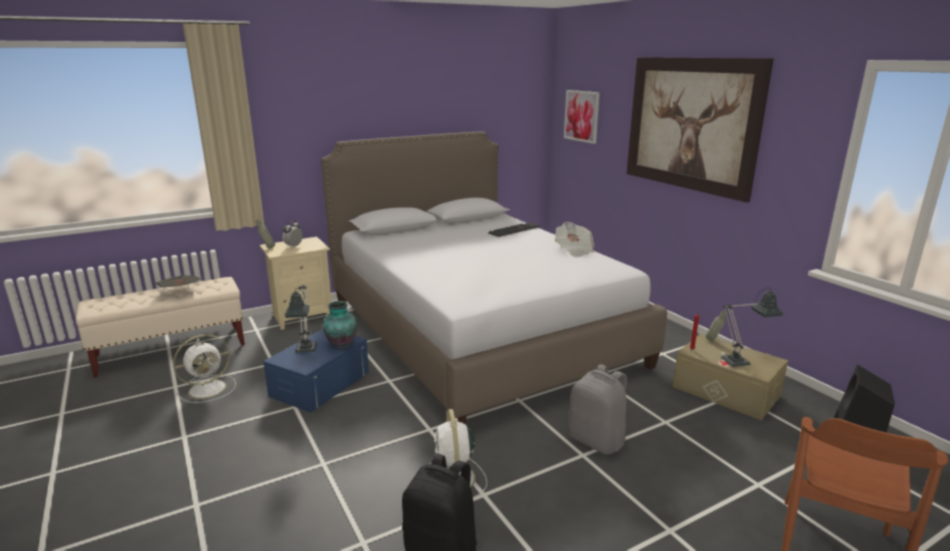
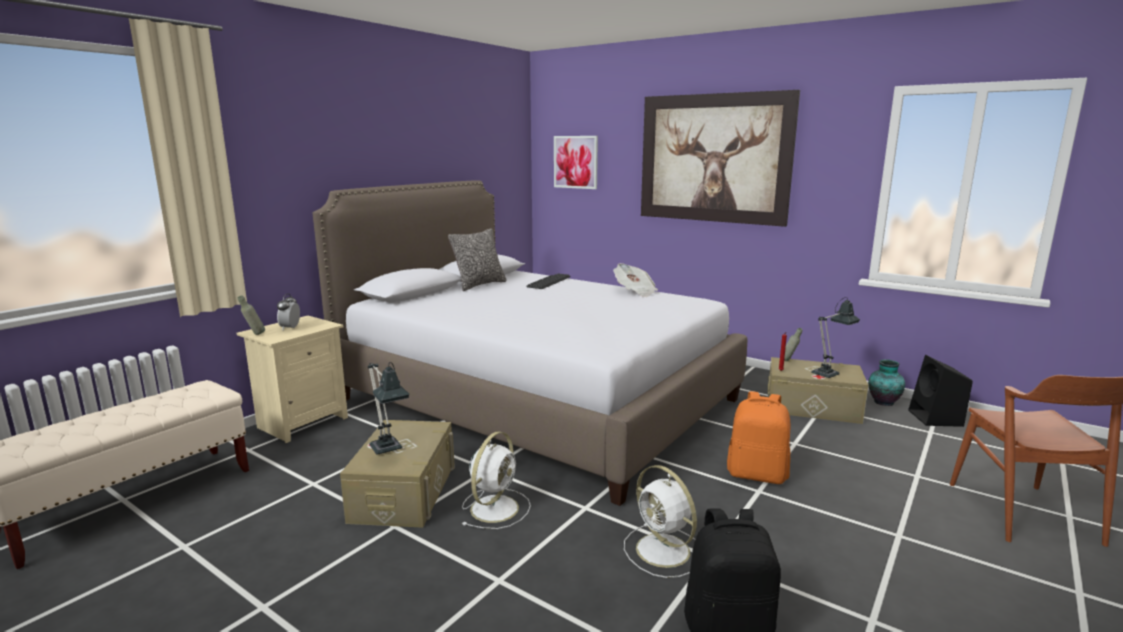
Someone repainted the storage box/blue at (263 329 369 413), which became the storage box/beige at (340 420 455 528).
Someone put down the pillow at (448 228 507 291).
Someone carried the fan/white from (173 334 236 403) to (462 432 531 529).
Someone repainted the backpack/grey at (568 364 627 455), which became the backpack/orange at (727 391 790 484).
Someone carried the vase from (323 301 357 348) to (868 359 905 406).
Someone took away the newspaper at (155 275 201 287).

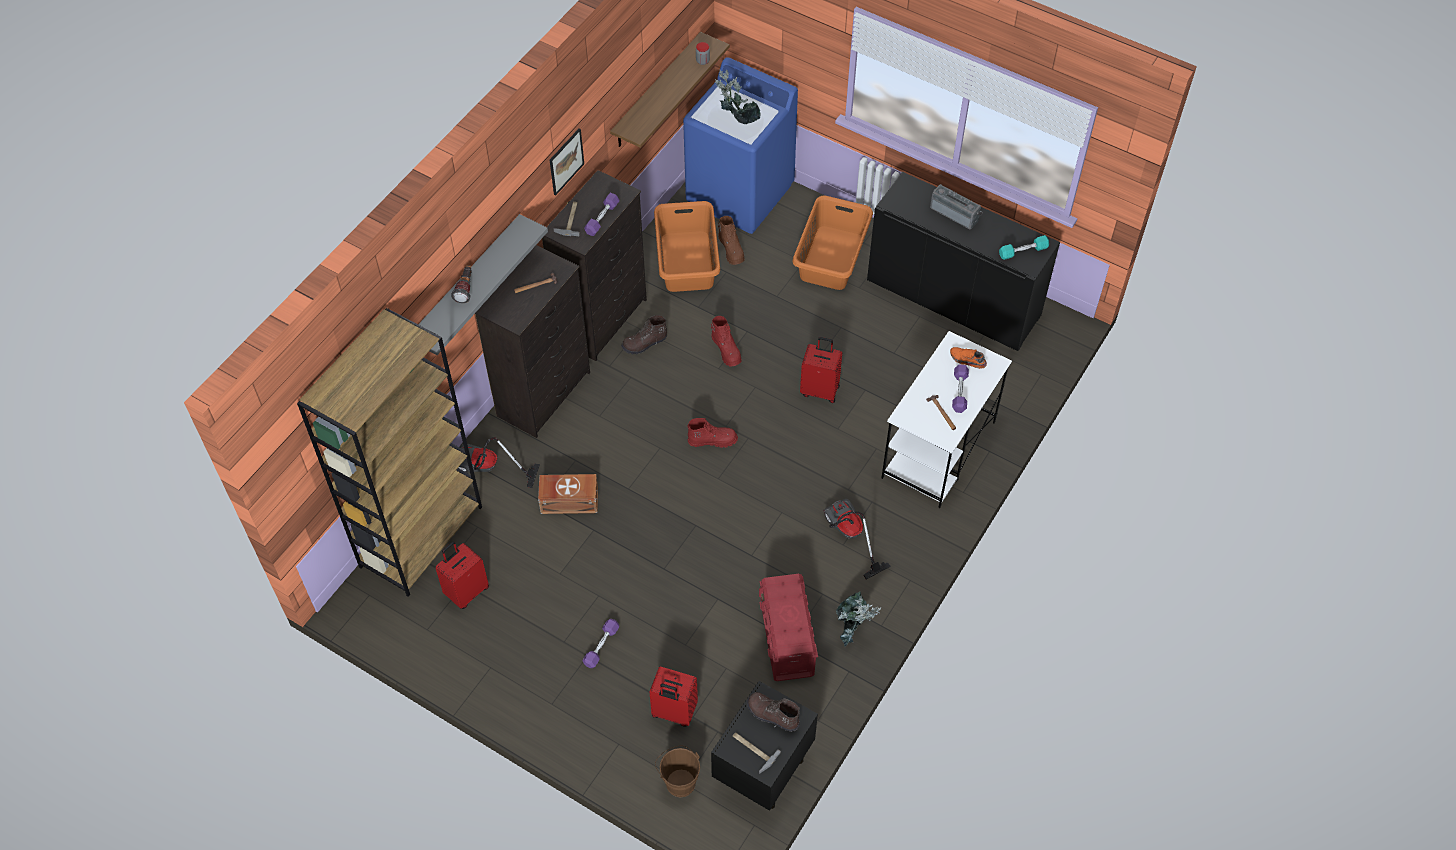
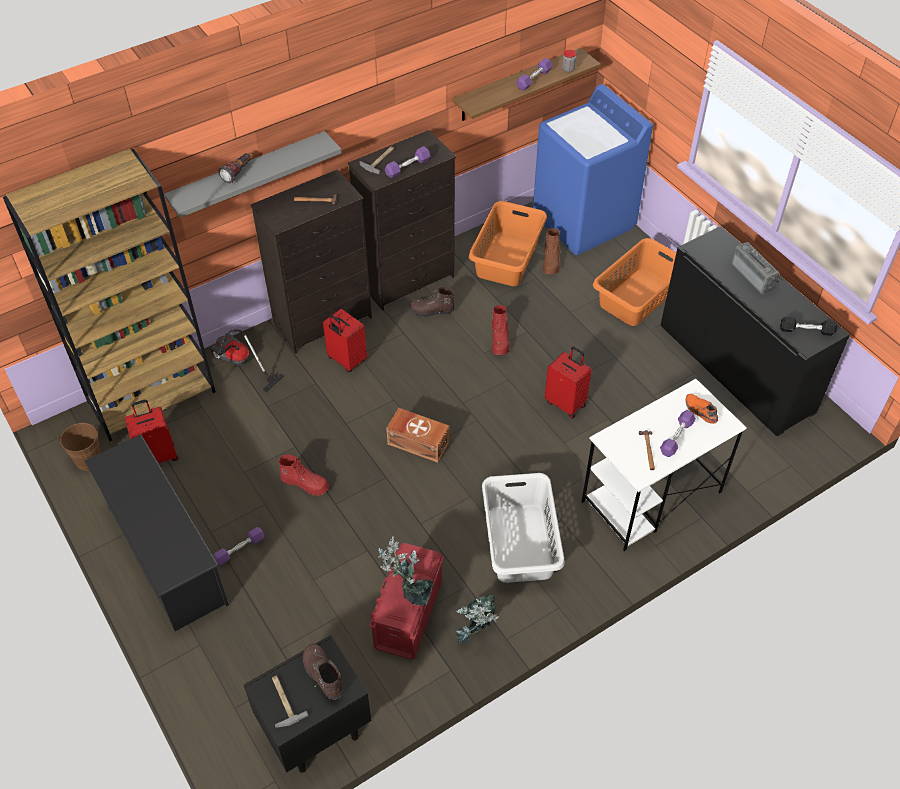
Someone carried the bucket/brown from (655 746 700 797) to (58 423 101 470).
Someone put down the shoe rack/black at (85 434 229 631).
Someone carried the boot/red from (687 418 738 448) to (278 454 329 496).
Someone carried the suitcase/red from (649 667 698 727) to (323 309 367 372).
Someone carried the potted plant from (715 70 761 124) to (379 536 433 606).
Someone carried the storage box/brown from (538 474 598 514) to (386 408 449 463).
Someone swapped the vacuum cleaner at (823 498 891 579) for the laundry basket/grey at (482 473 565 583).
Someone put down the dumbbell/purple at (516 58 553 91).
Someone repainted the dumbbell/turquoise at (999 235 1049 260), which became the dumbbell/black at (780 317 837 336).
Someone took away the picture at (550 128 584 195).

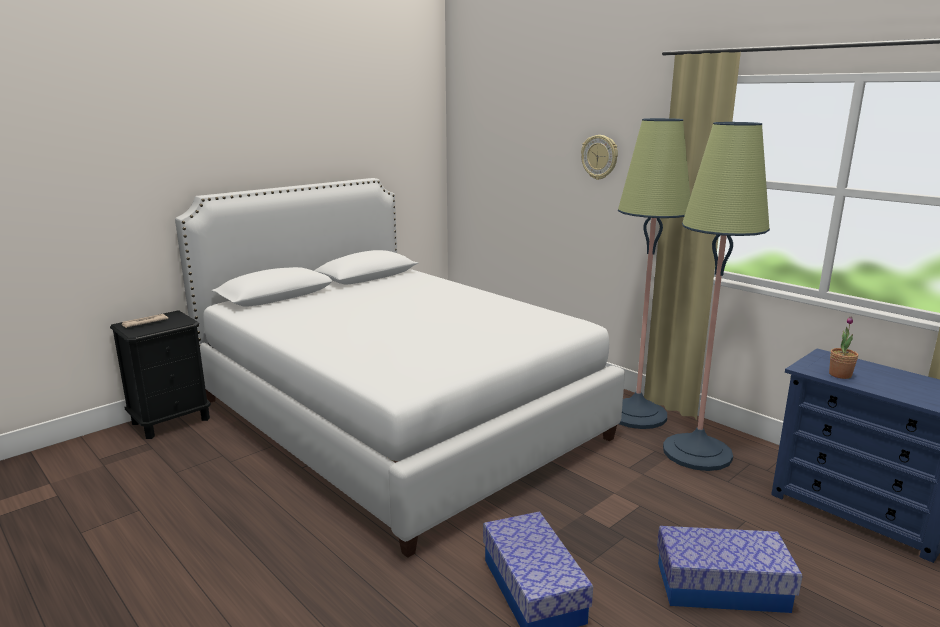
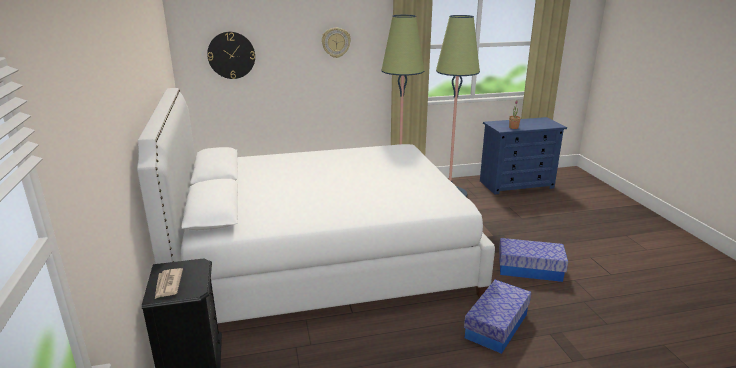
Someone put up the wall clock at (207 32 255 79).
Someone carried the storage box from (657 526 803 613) to (464 280 531 354).

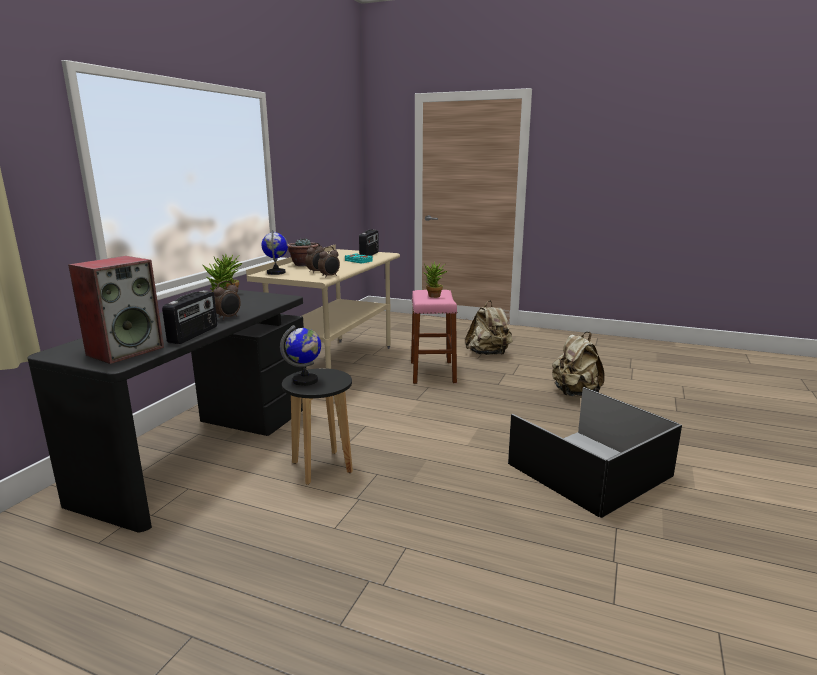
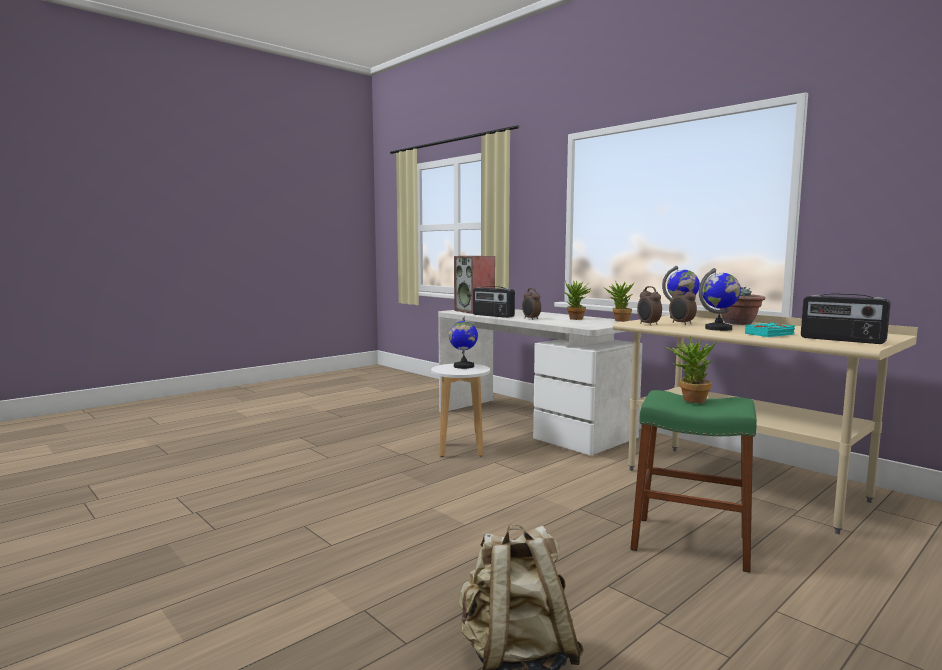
Someone repainted the stool/black at (282 368 353 485), which became the stool/white at (431 364 490 457).
Someone repainted the desk/black at (27 290 306 532), which became the desk/white at (438 309 643 455).
Someone repainted the stool/pink at (411 290 457 384), which became the stool/green at (631 390 757 573).
Someone put down the globe at (699 268 741 331).
Someone took away the backpack/beige at (465 300 513 355).
Someone took away the storage box/black at (508 387 682 518).

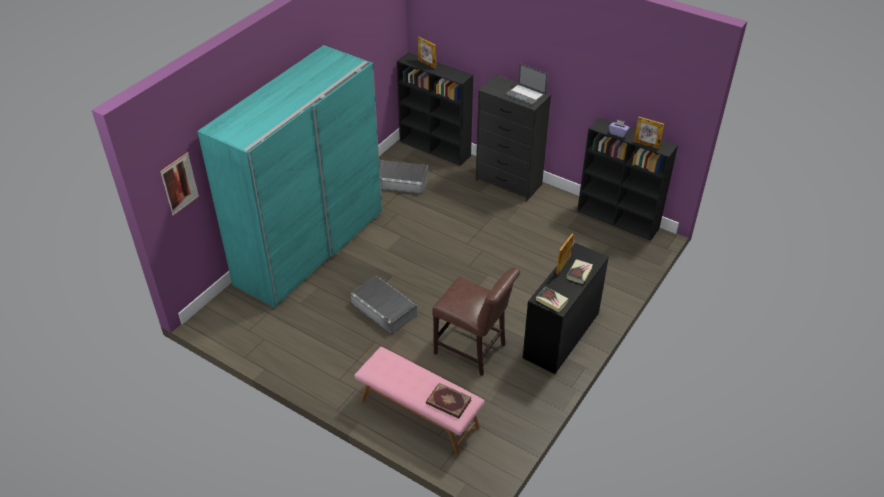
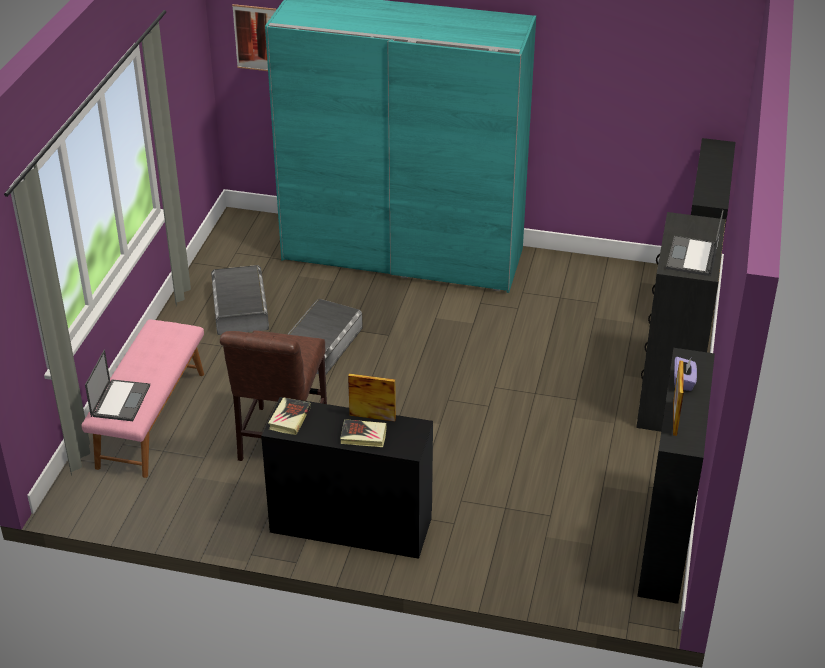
Someone swapped the book at (426 383 472 419) for the laptop at (85 350 150 421).
Someone carried the storage box/grey from (379 160 429 194) to (211 265 269 335).
Someone took away the picture frame at (418 37 436 69).

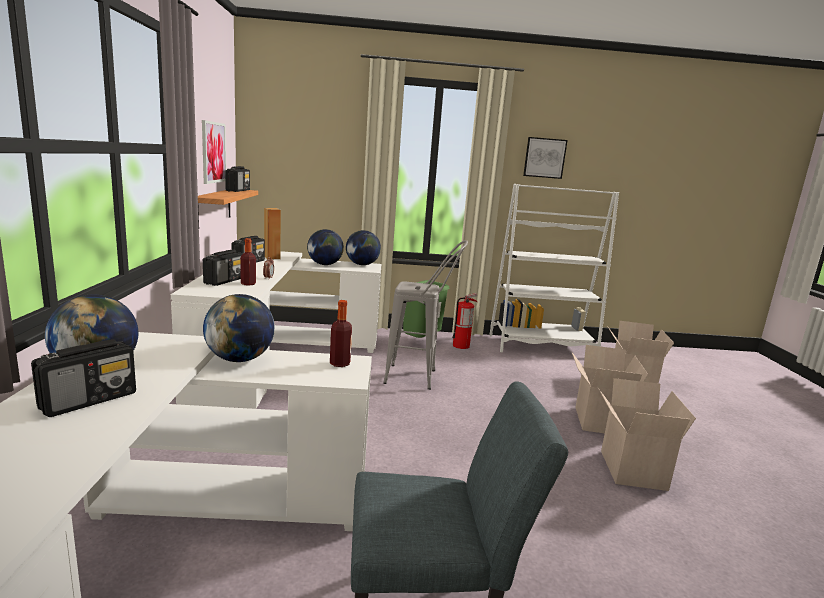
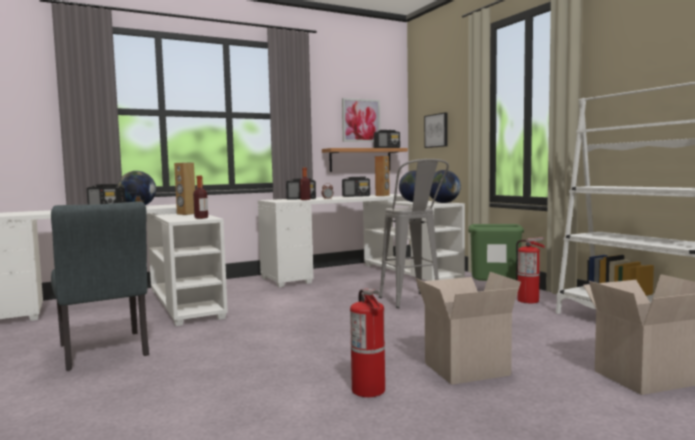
Someone swapped the globe at (203 294 275 362) for the speaker/brown at (174 163 195 215).
Someone swapped the cardboard box at (597 378 696 491) for the fire extinguisher at (350 289 385 397).
Someone carried the picture from (523 137 568 179) to (424 112 447 148).

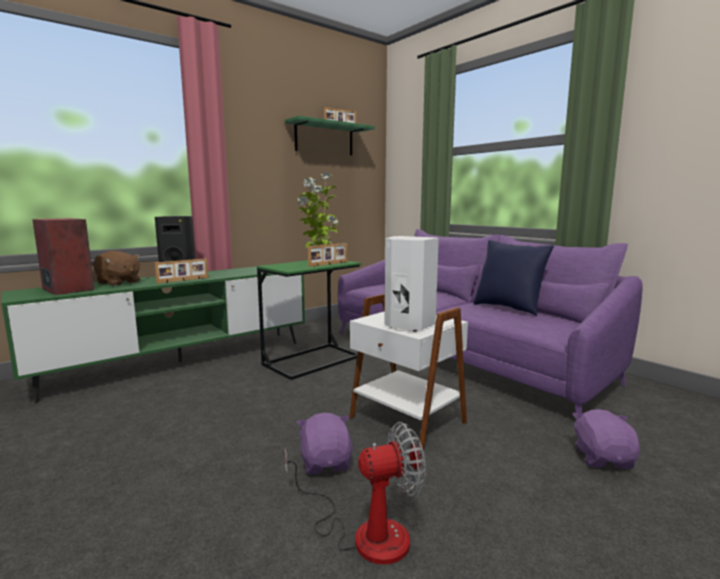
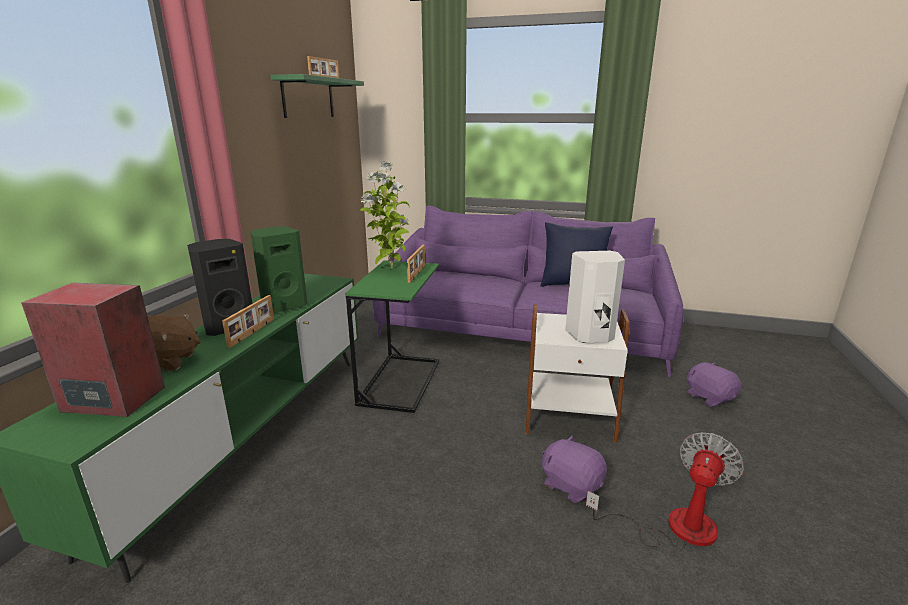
Someone put down the speaker/green at (250 227 307 313).

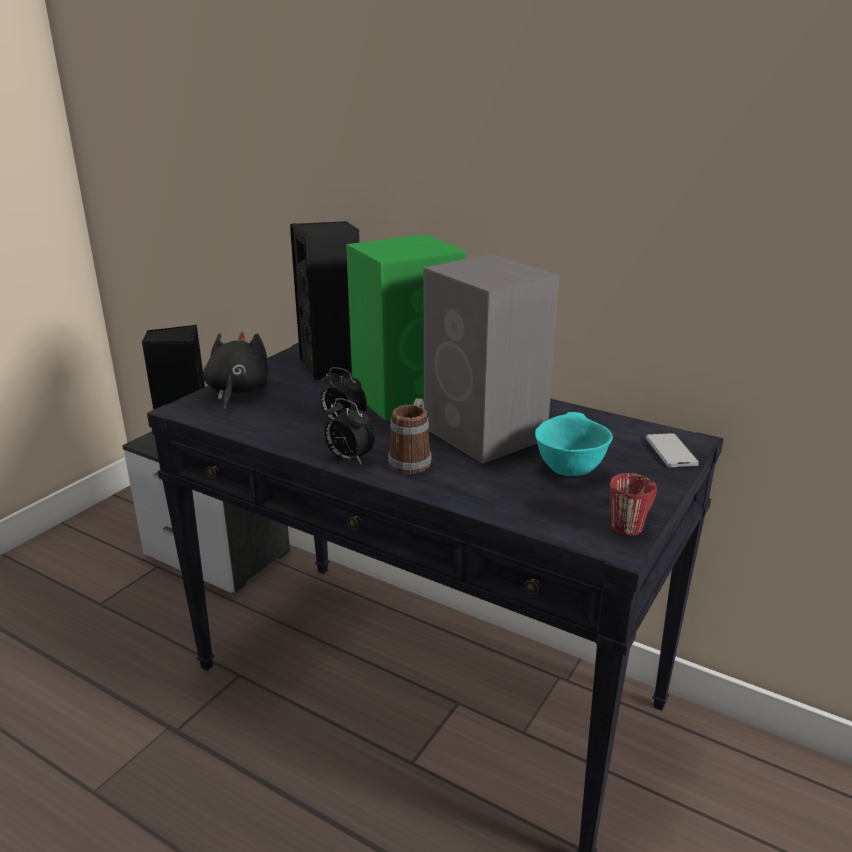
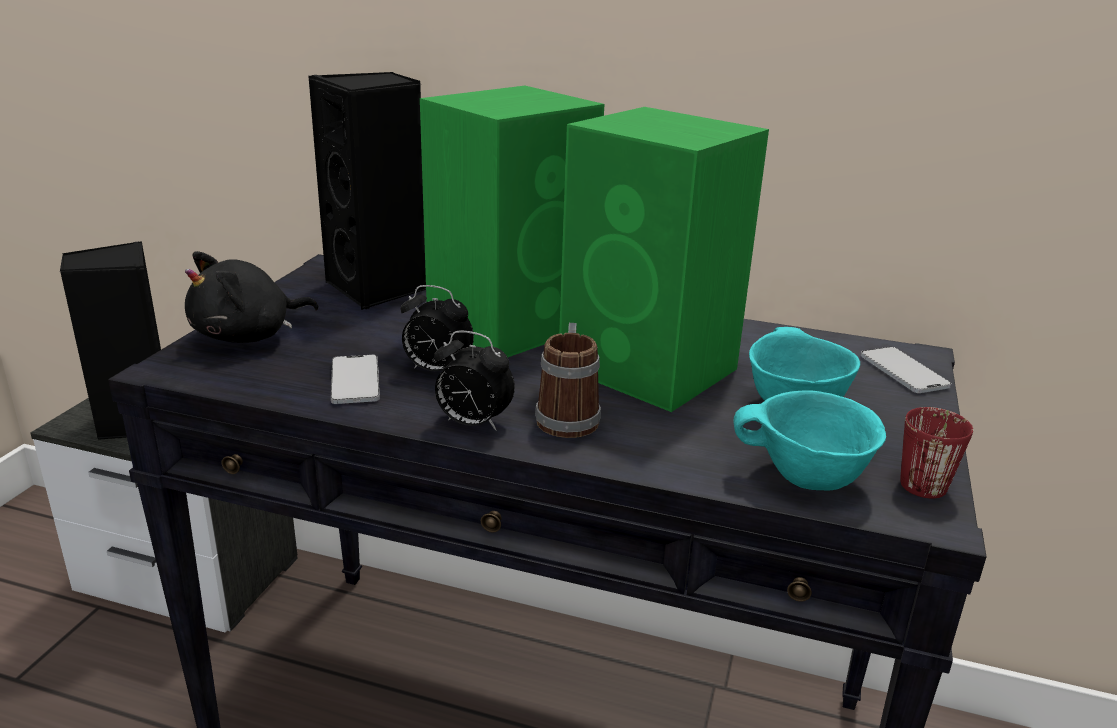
Someone rotated the plush toy/black at (203 332 269 409) by 120 degrees counterclockwise.
Someone put down the phone at (331 355 380 404).
Someone repainted the speaker/grey at (424 254 560 464), which became the speaker/green at (559 107 769 412).
Someone put down the bowl/turquoise at (734 390 886 491).

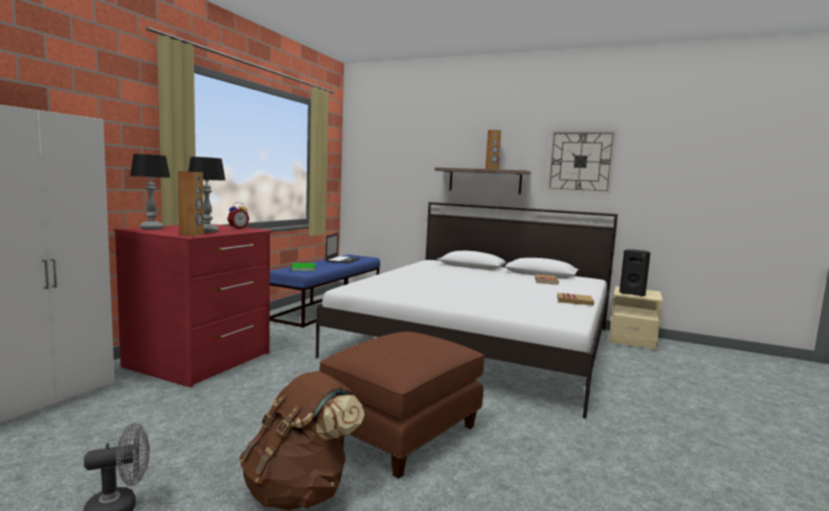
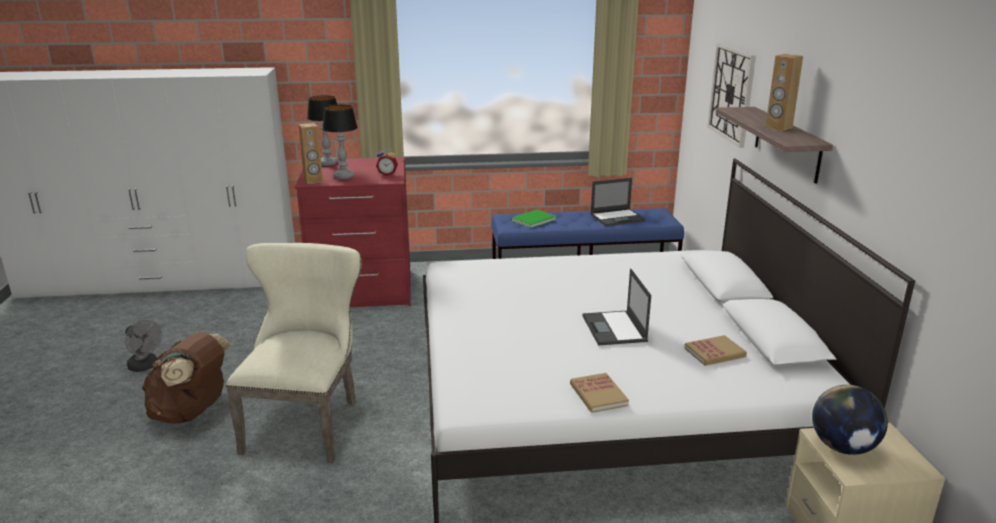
Someone swapped the ottoman/brown at (319 332 484 479) for the chair/beige at (226 243 361 463).
Someone put down the laptop at (583 268 651 346).
Someone carried the wall clock from (547 131 616 194) to (707 44 756 148).
Someone swapped the speaker/black at (619 249 650 297) for the globe at (812 385 888 455).

